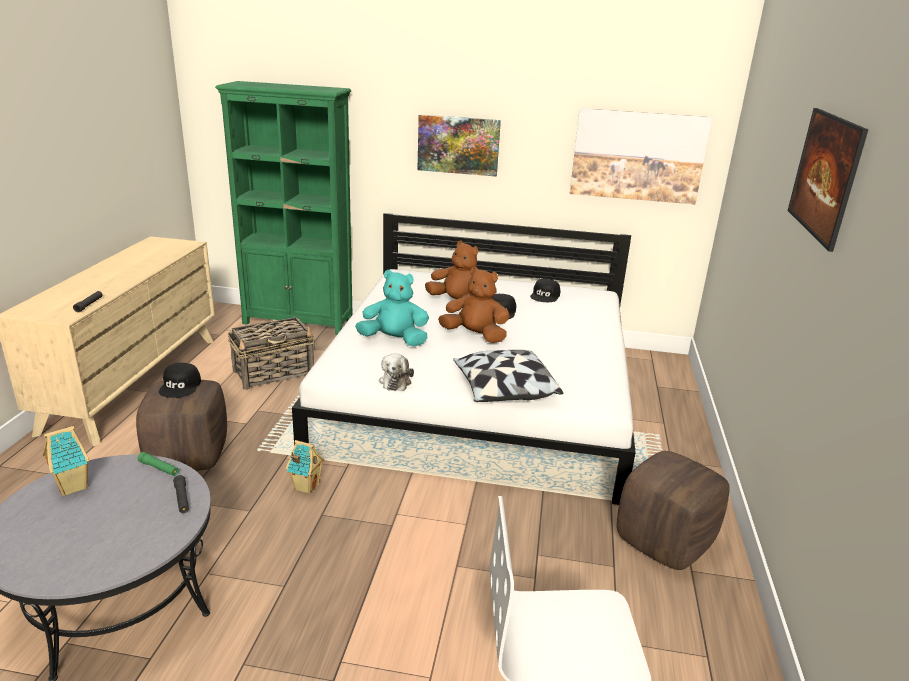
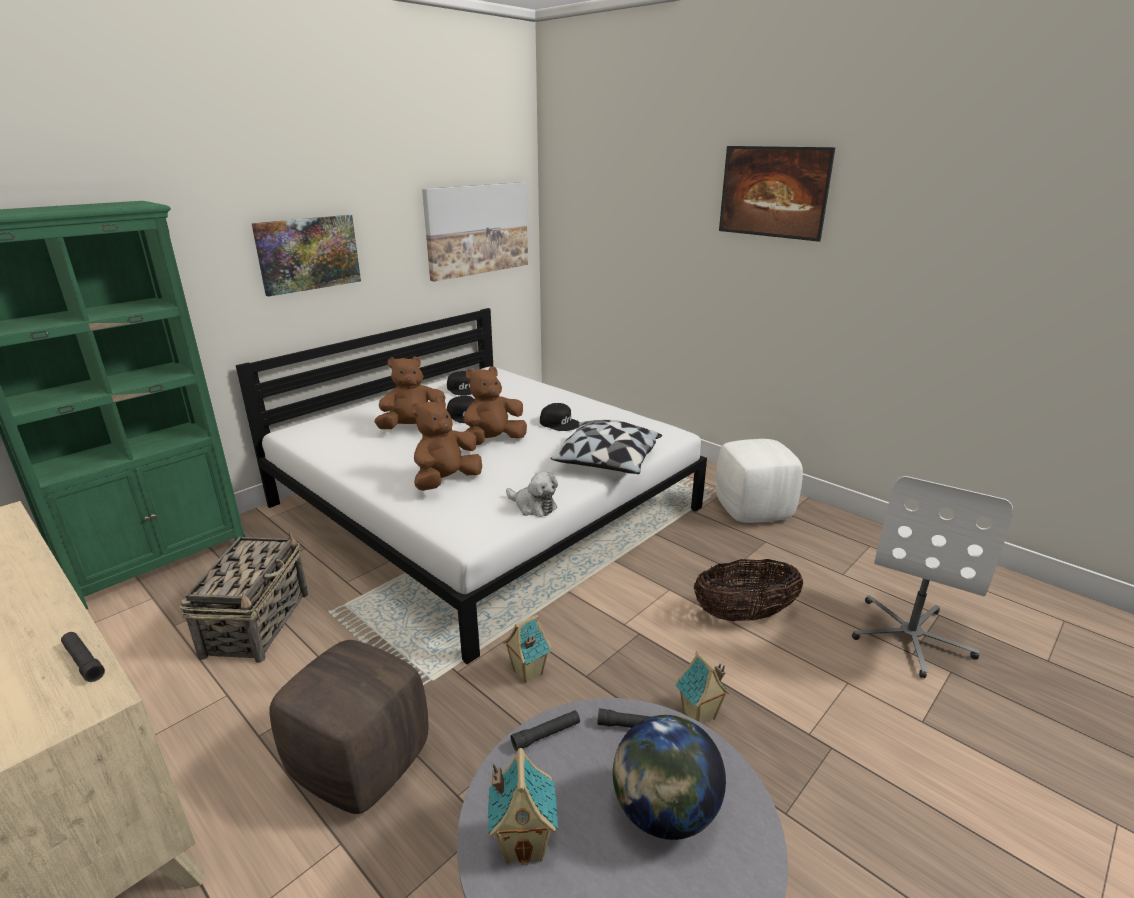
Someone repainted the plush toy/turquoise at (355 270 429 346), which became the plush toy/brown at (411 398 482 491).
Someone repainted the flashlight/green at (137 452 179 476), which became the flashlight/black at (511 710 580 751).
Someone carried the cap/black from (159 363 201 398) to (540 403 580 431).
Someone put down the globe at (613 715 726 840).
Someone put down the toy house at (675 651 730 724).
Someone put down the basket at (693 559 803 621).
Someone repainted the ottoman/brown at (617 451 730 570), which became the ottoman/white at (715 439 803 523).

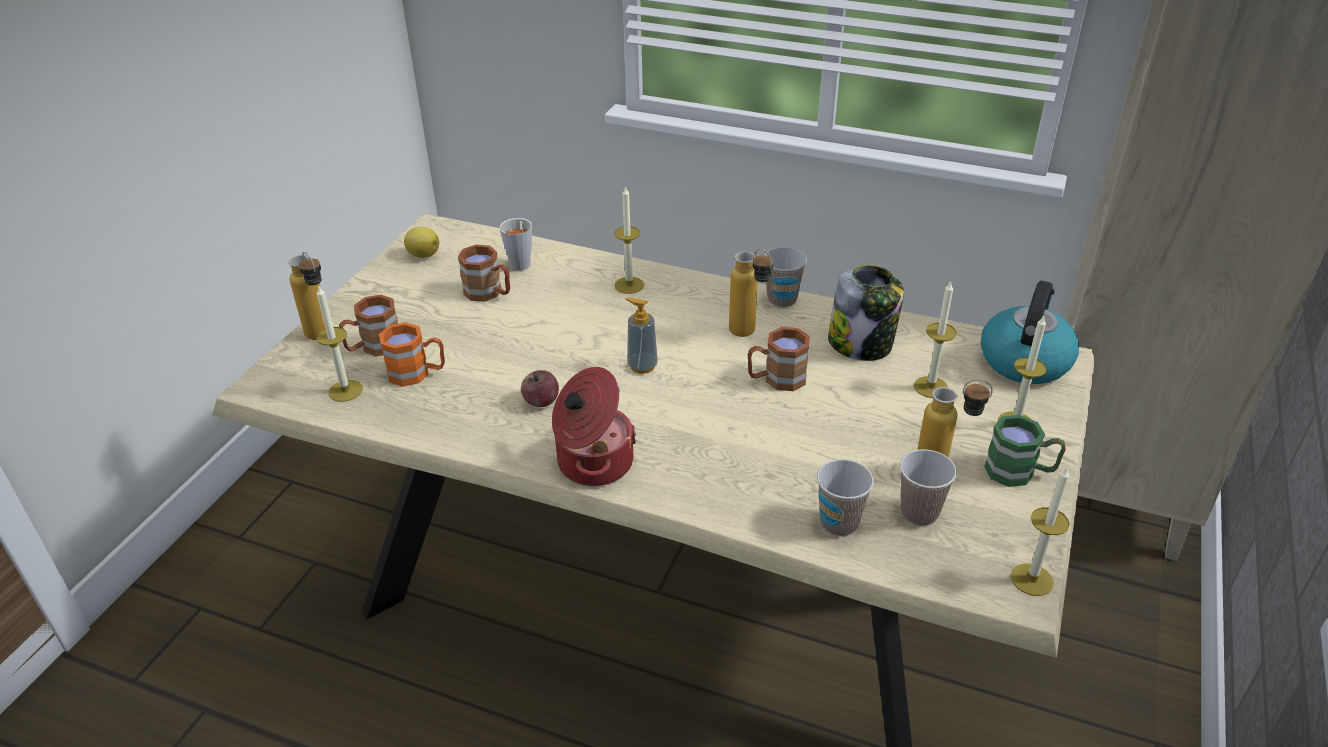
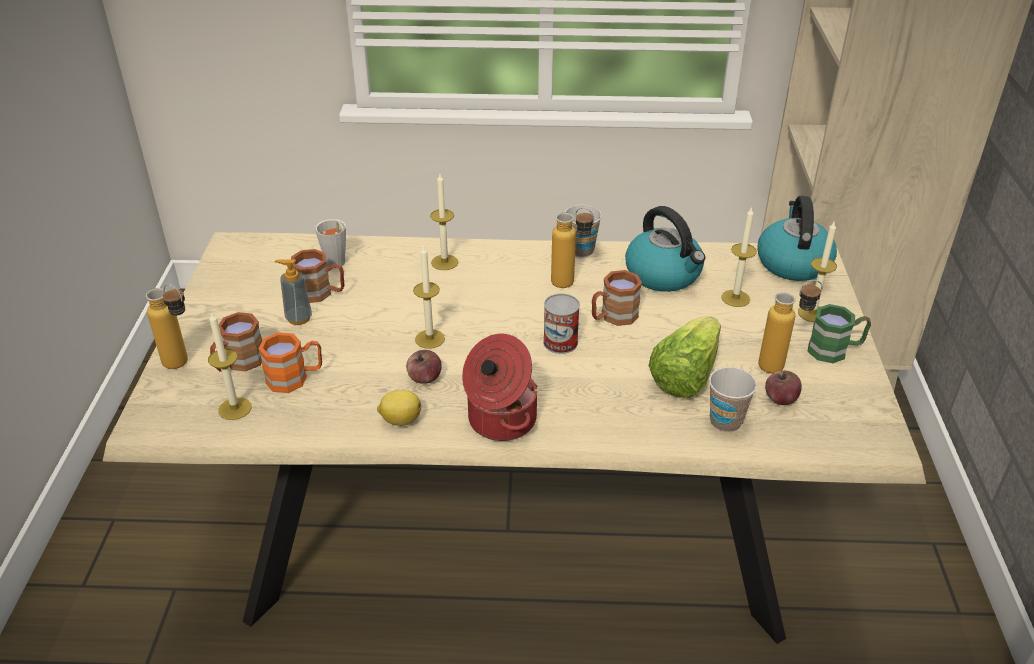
Someone carried the soap dispenser from (625 298 658 374) to (274 259 312 325).
Someone carried the lemon from (404 227 439 258) to (377 390 421 426).
Someone carried the candle from (1010 467 1070 596) to (413 245 445 349).
Someone put down the can at (543 294 580 354).
Someone swapped the jar at (828 265 904 361) for the kettle at (625 206 705 292).
Someone put down the lettuce at (649 316 721 398).
Someone swapped the cup at (900 449 957 526) for the apple at (765 370 802 405).

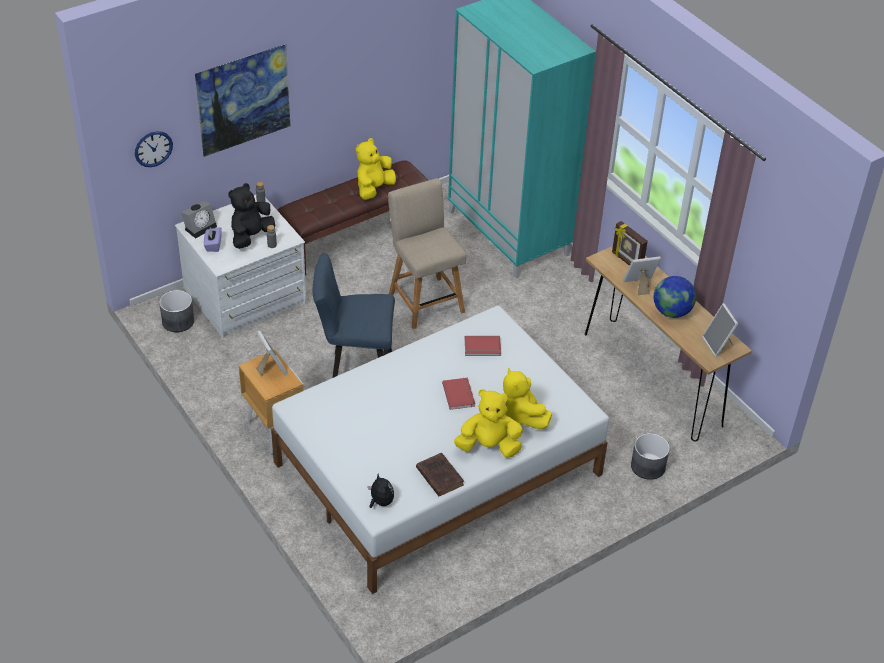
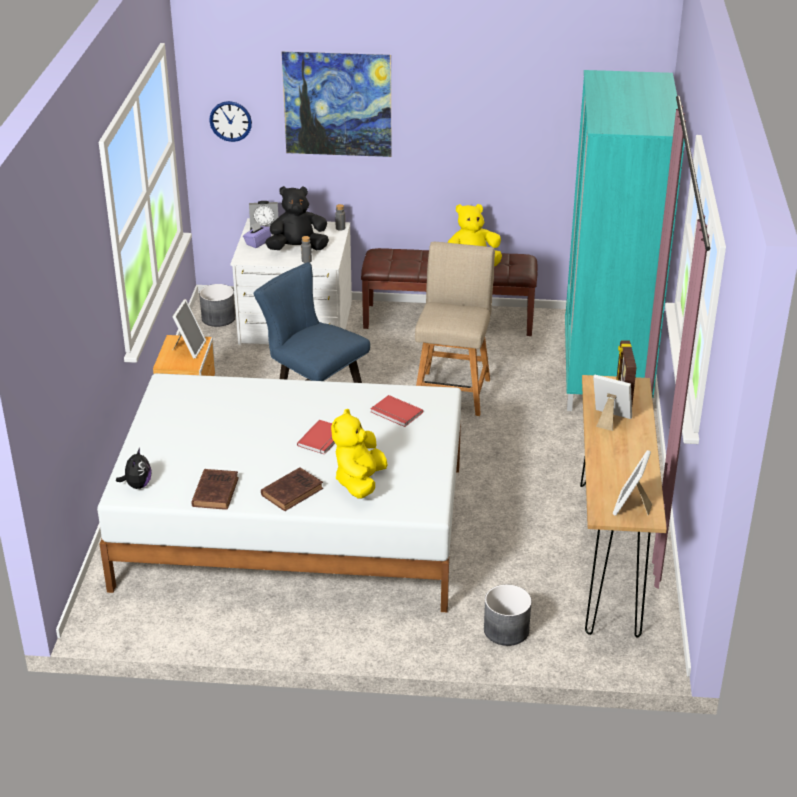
Someone swapped the plush toy/yellow at (454 389 523 458) for the book/brown at (261 467 323 511).
Someone took away the globe at (654 276 696 318).

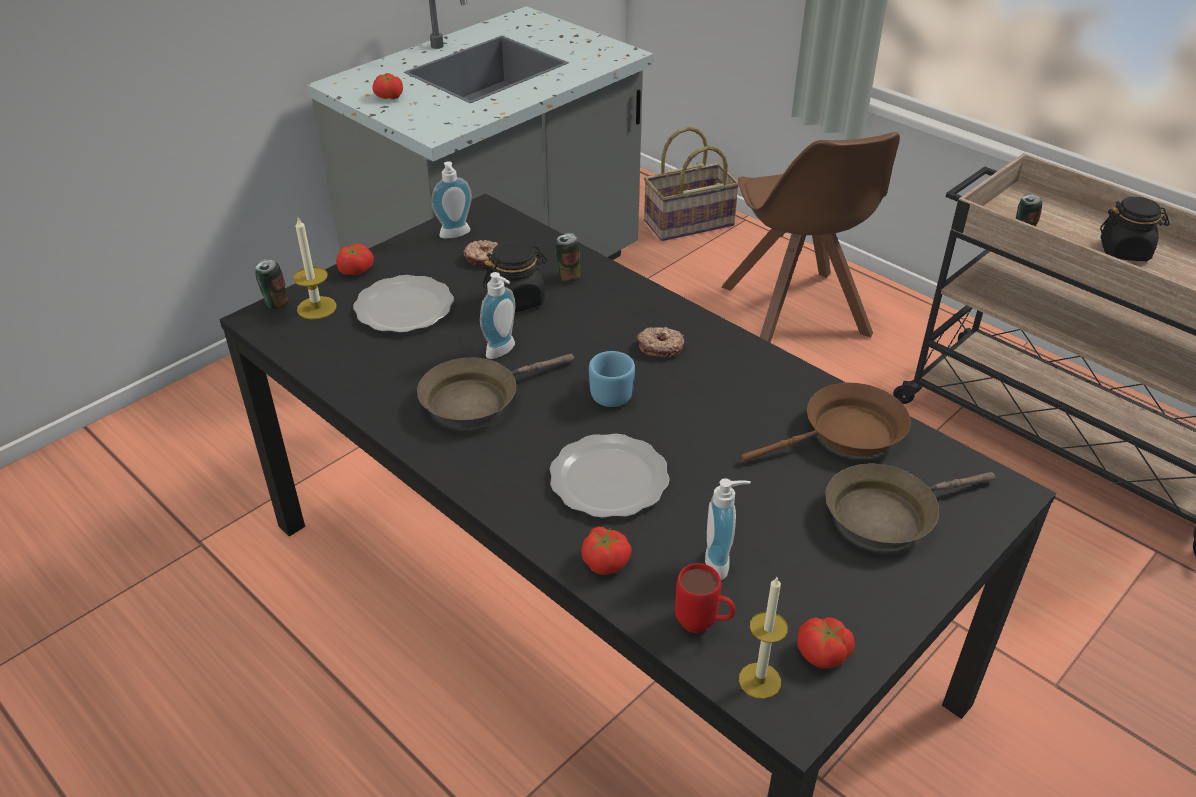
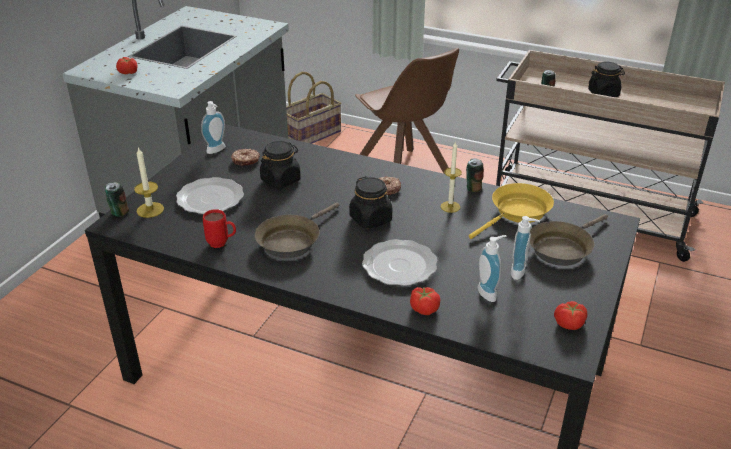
Someone carried the mug/red from (675 563 735 633) to (203 209 236 248).
Someone swapped the mug/blue at (589 351 635 407) for the jar/black at (349 176 392 229).
Someone carried the candle from (739 577 788 699) to (440 142 462 213).
Someone carried the can from (555 233 581 282) to (466 158 484 192).
Someone repainted the frying pan/brown at (741 383 911 462), which became the frying pan/yellow at (469 183 554 239).
Someone carried the soap dispenser from (480 272 515 359) to (511 216 540 280).
Someone took away the tomato at (336 244 374 275).

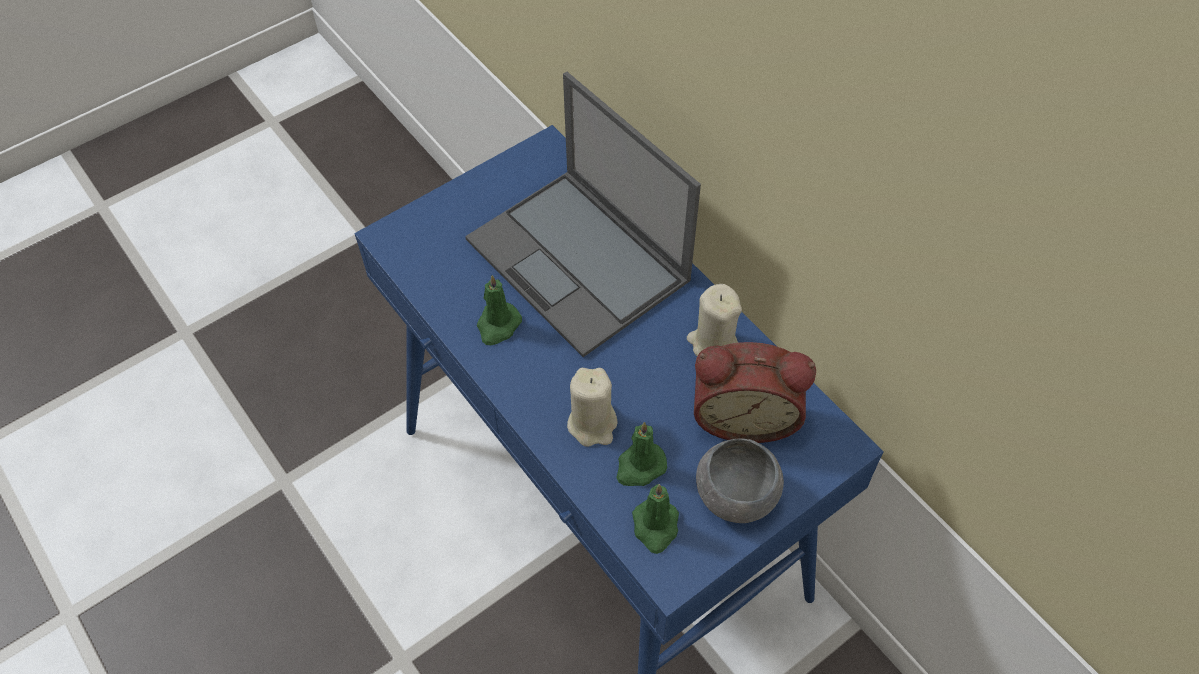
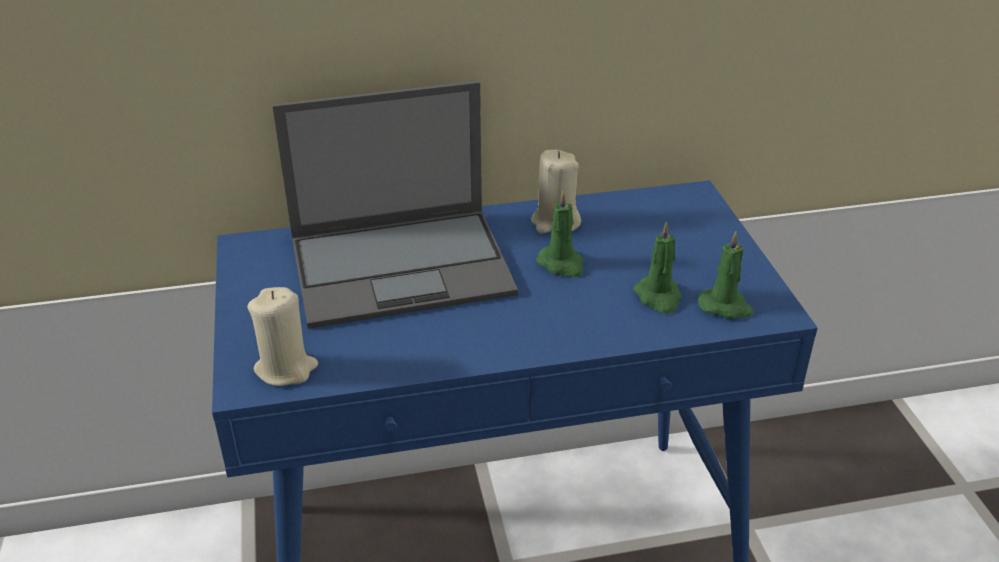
Someone carried the candle/beige from (567 368 618 447) to (247 287 318 386).
Someone carried the candle/green from (477 275 522 345) to (536 190 583 277).
Someone took away the alarm clock at (694 342 816 443).
Someone took away the bowl/grey at (696 439 784 523).

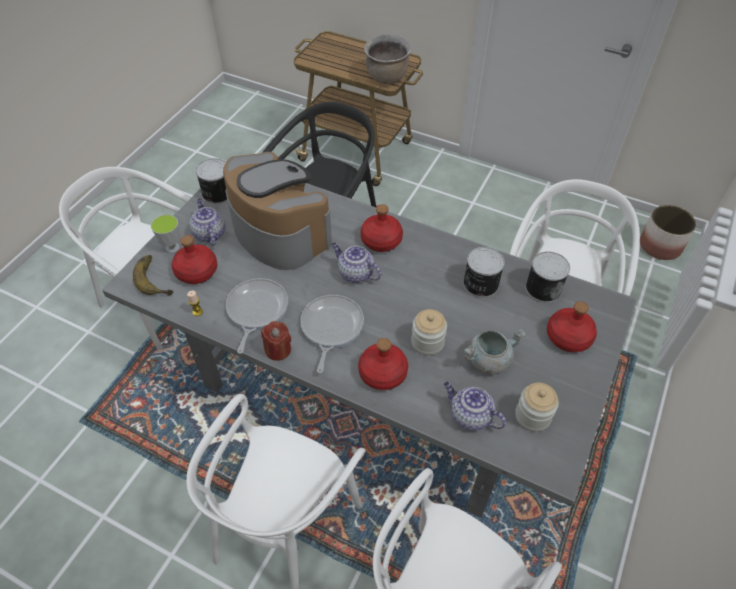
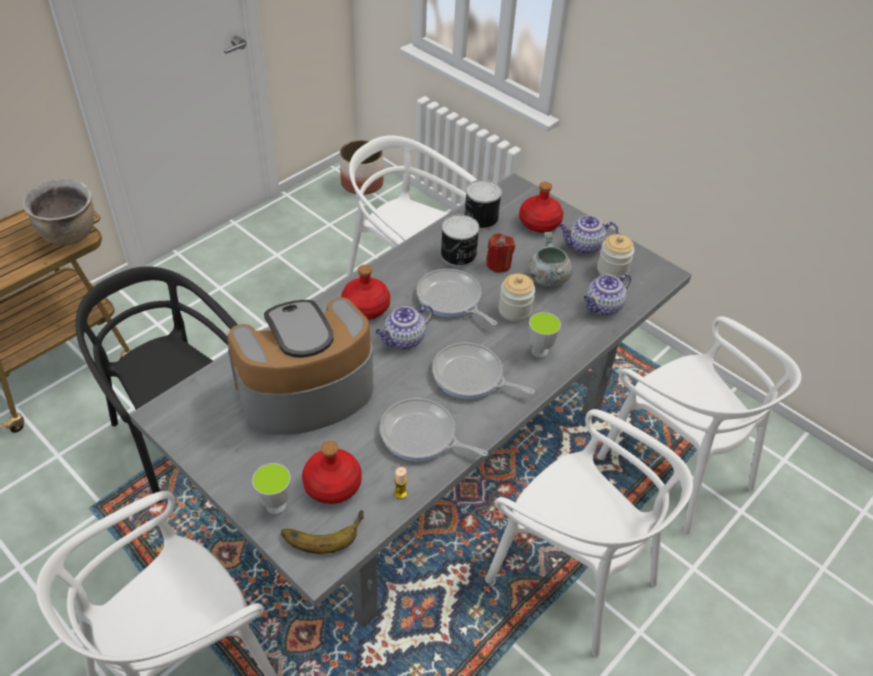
Someone put down the frying pan at (417 269 497 325).
Someone carried the candle/red from (261 321 291 361) to (486 233 515 273).
Someone swapped the bottle/red at (358 338 408 390) for the cup at (529 312 561 358).
Someone carried the teapot from (189 198 226 246) to (559 215 618 254).
Someone took away the can at (196 158 227 204).

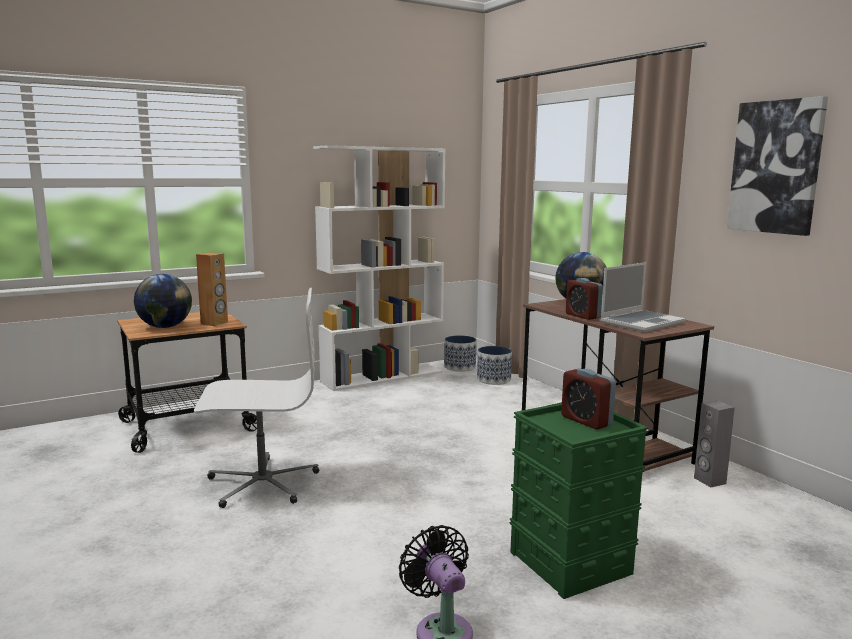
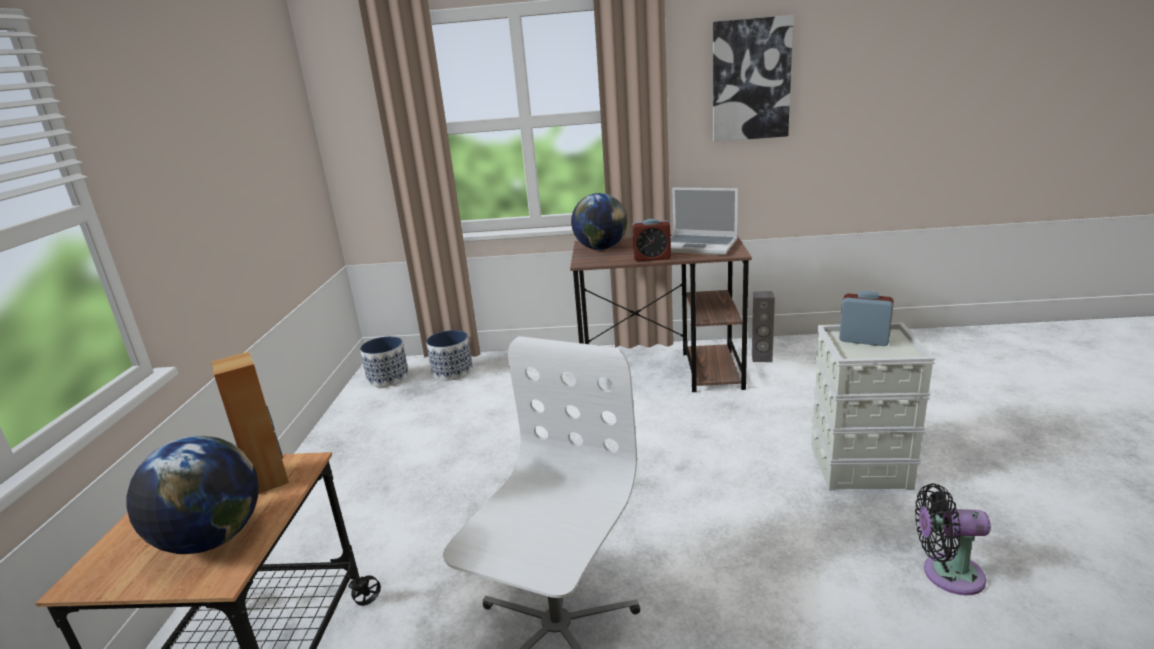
Someone rotated the laptop at (600 262 686 332) by 120 degrees clockwise.
Someone repainted the storage box/green at (510 403 648 599), which became the storage box/grey at (811 322 935 490).
Someone rotated the alarm clock at (561 368 616 430) by 150 degrees counterclockwise.
Someone took away the bookcase/white at (313 145 446 391).

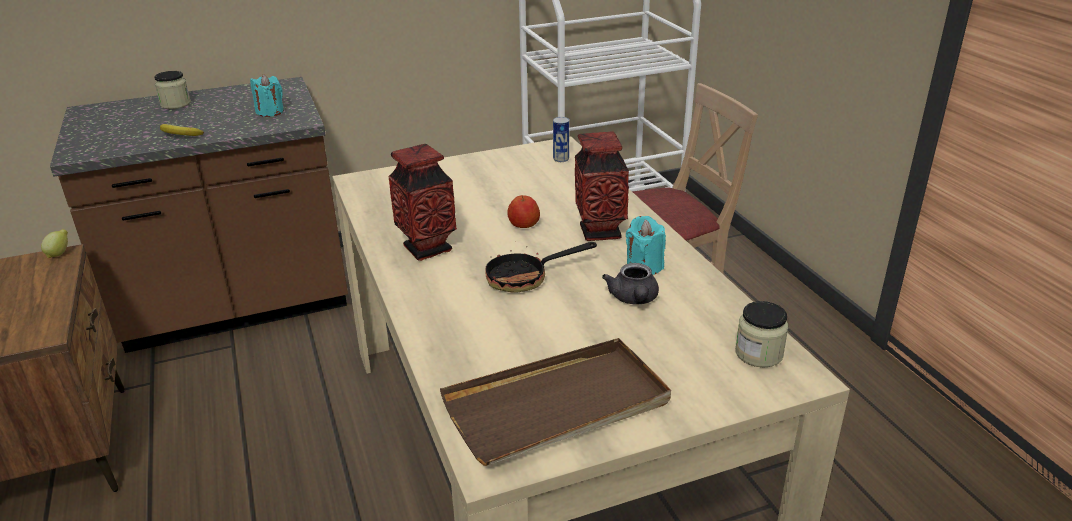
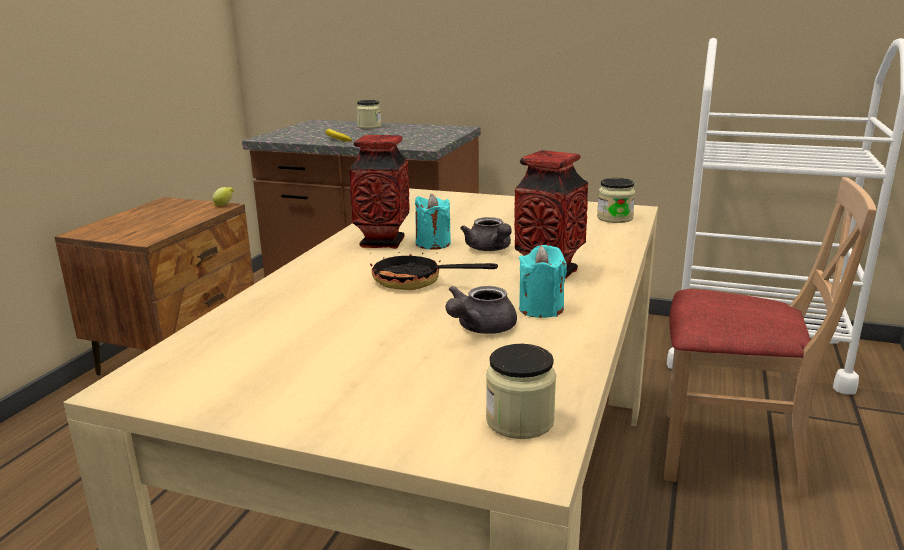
Someone carried the candle/turquoise from (250 74 284 117) to (415 194 451 250).
Someone swapped the apple at (507 195 540 228) for the teapot/grey at (460 217 512 251).
Someone swapped the can at (553 117 569 162) for the jar at (597 178 635 223).
Someone took away the tray/brown at (440 338 671 466).

